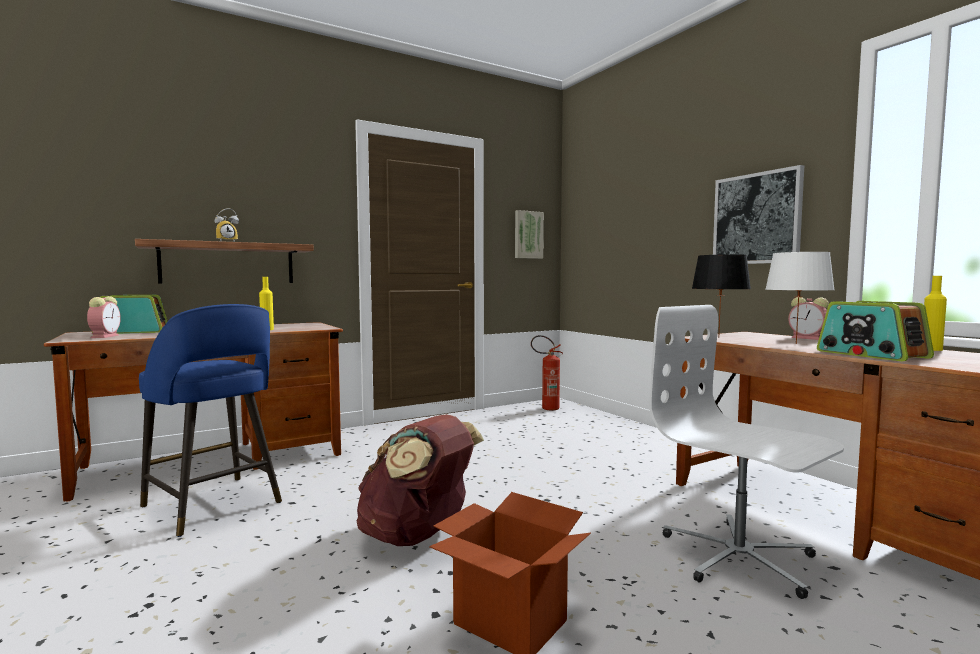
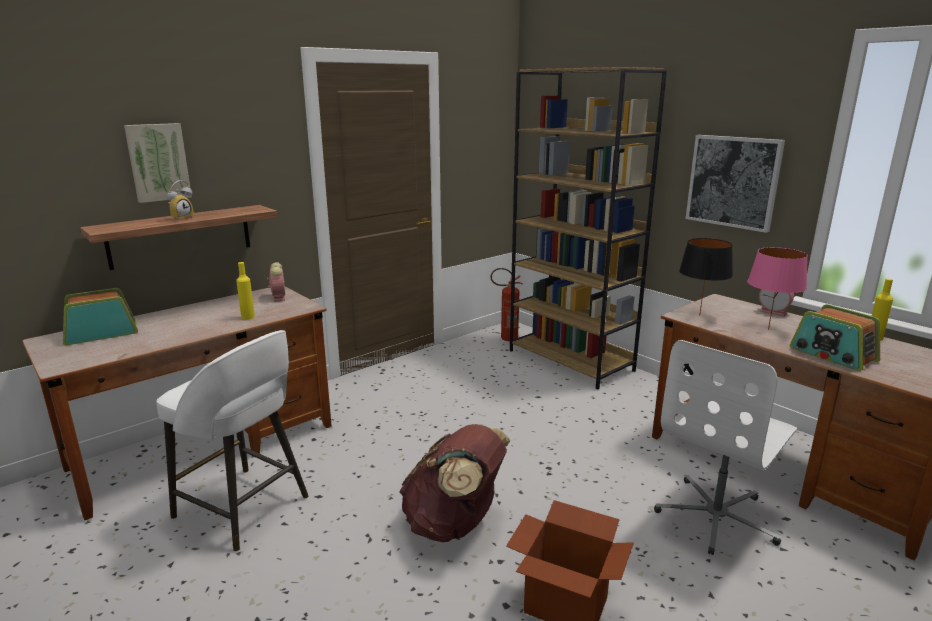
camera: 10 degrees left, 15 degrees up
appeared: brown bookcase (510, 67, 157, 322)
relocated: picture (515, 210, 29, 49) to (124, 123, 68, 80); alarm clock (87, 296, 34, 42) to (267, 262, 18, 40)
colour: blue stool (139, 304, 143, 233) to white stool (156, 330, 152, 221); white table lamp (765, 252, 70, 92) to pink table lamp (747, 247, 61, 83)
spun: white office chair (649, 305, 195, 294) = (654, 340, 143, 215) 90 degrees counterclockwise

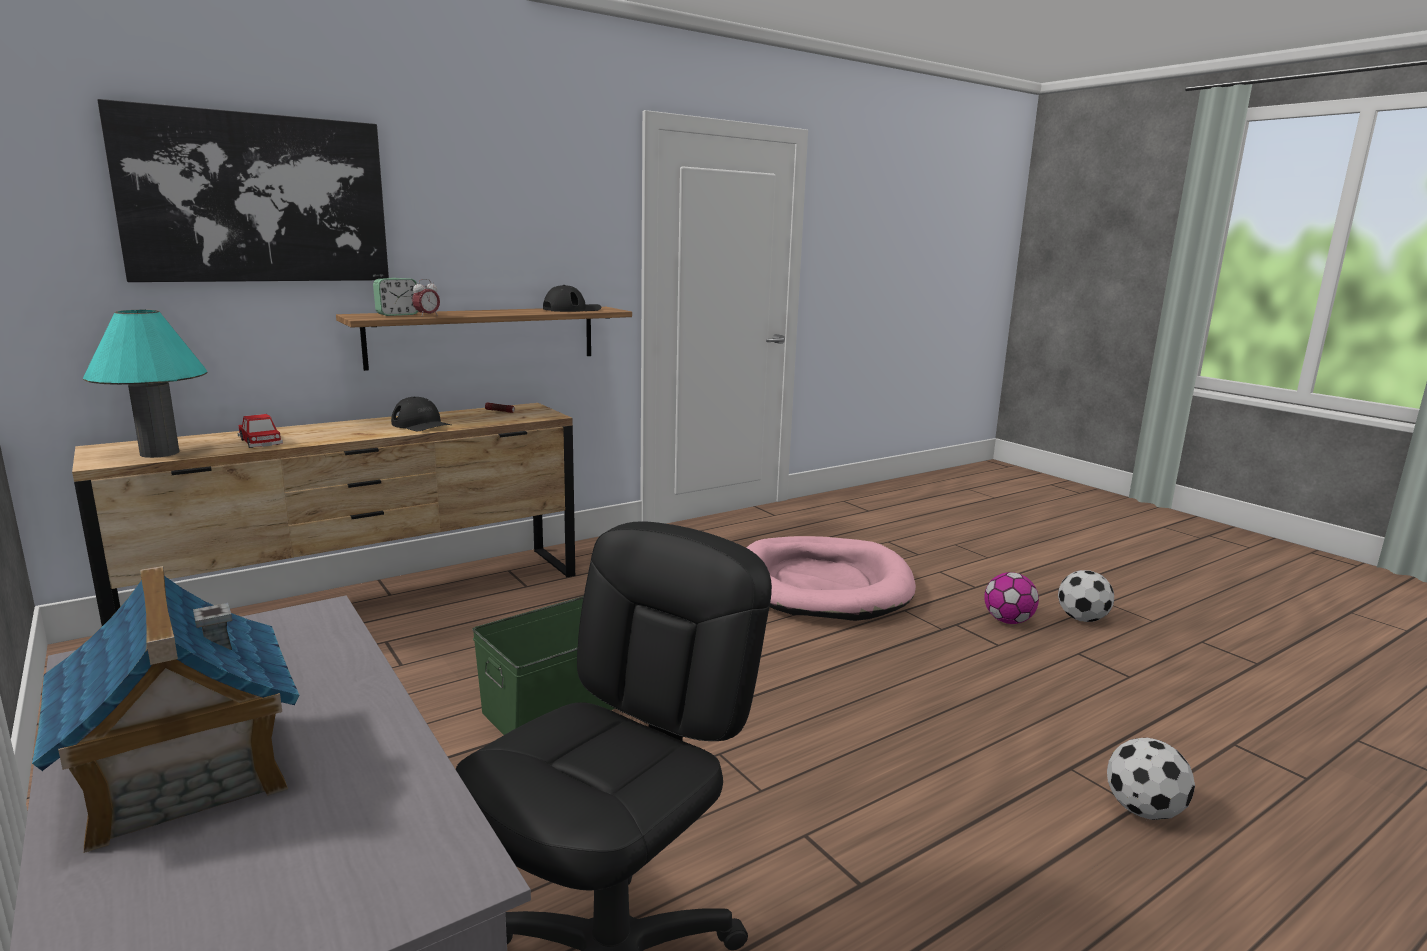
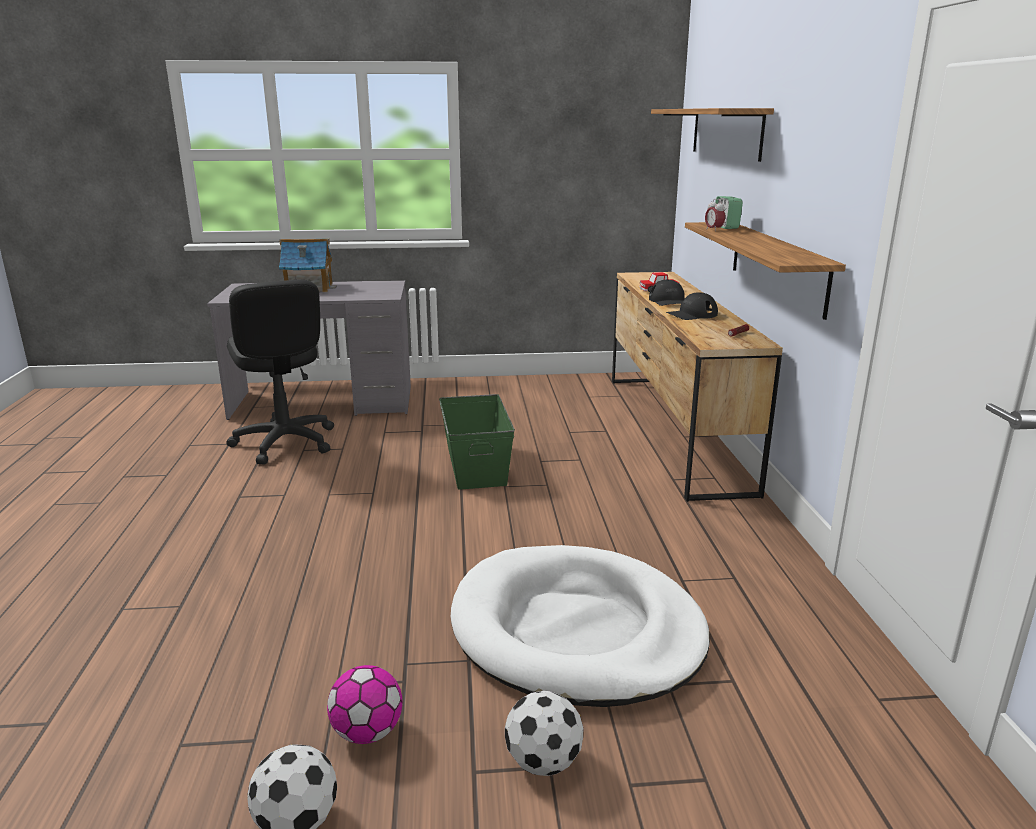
camera: 120 degrees right, 5 degrees up
missing: turquoise table lamp (83, 310, 124, 148)
relocated: football (1107, 738, 88, 82) to (505, 691, 79, 85); black cap (543, 285, 58, 27) to (649, 280, 36, 26)
exchanged: picture (97, 99, 292, 183) to shelf (651, 108, 123, 54)
colour: pink dog bed (746, 536, 170, 85) to white dog bed (451, 545, 259, 162)

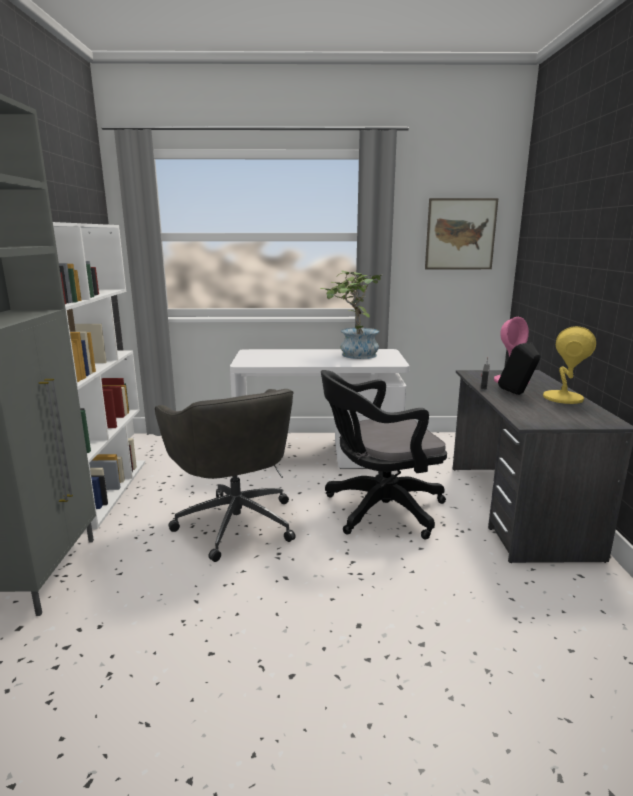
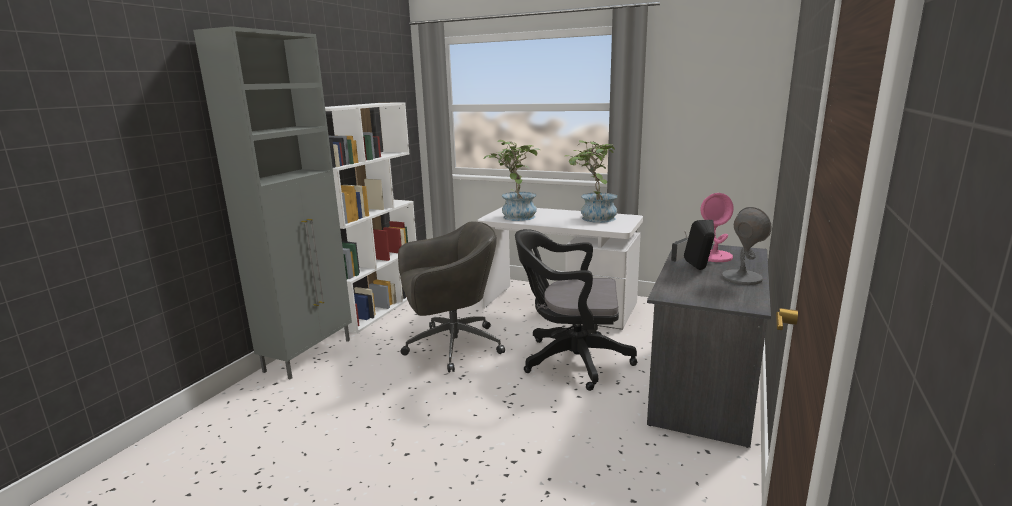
camera: 25 degrees right, 0 degrees up
missing: picture (425, 198, 73, 71)
appeared: potted plant (484, 140, 56, 81)
colour: yellow table lamp (543, 326, 53, 78) to grey table lamp (722, 207, 50, 78)
spun: grey office chair (155, 389, 141, 173) = (398, 221, 107, 151) 105 degrees counterclockwise

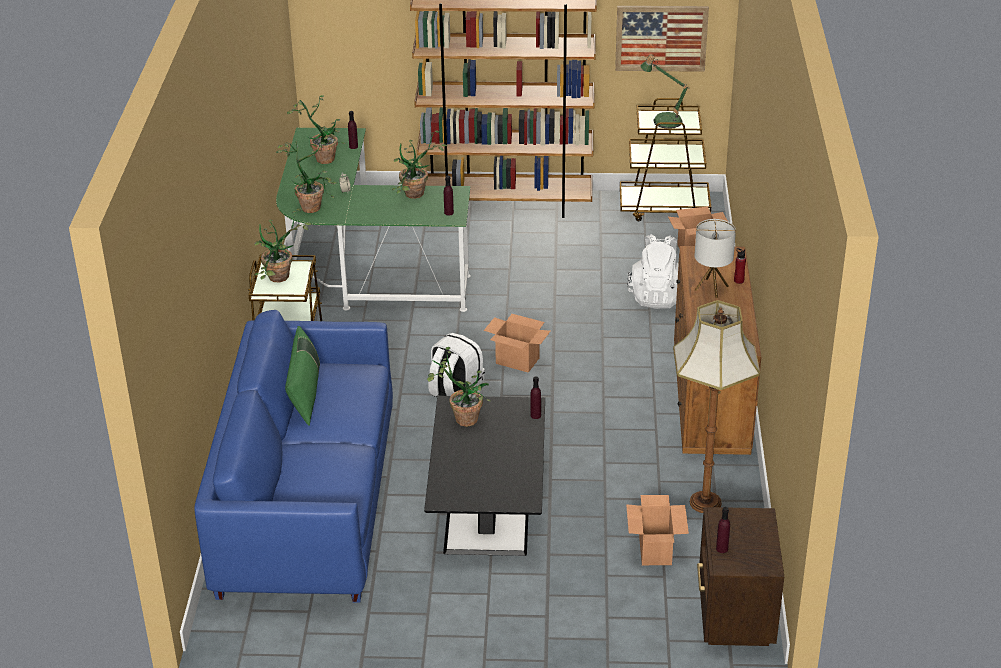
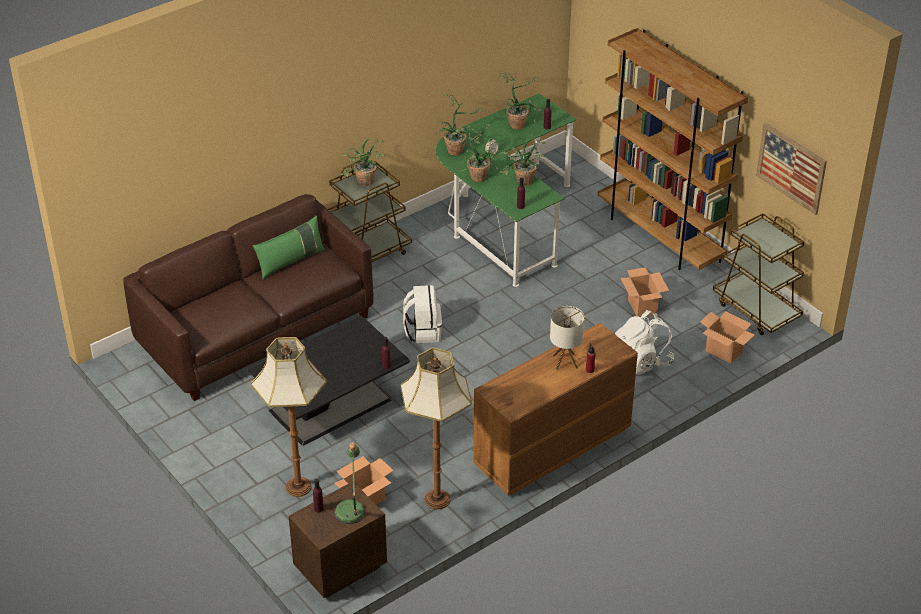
camera: 50 degrees right, 5 degrees up
appeared: floor lamp (251, 337, 76, 160)
relocated: table lamp (641, 54, 49, 74) to (334, 443, 31, 81); potted plant (427, 347, 64, 80) to (452, 124, 47, 58); cardboard box (484, 314, 67, 59) to (621, 267, 48, 50)
colour: blue sofa (194, 310, 199, 293) to brown sofa (123, 194, 251, 207)

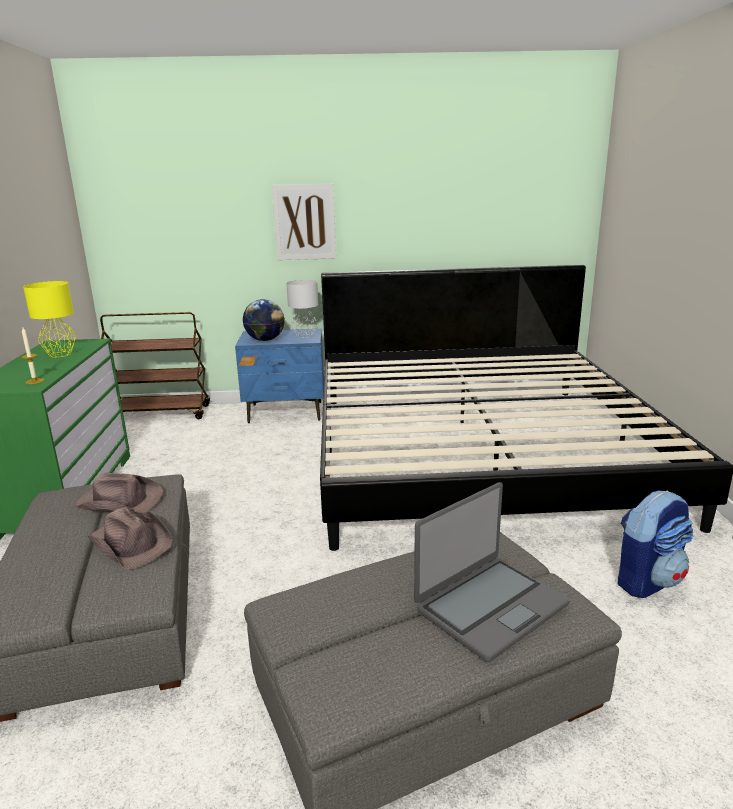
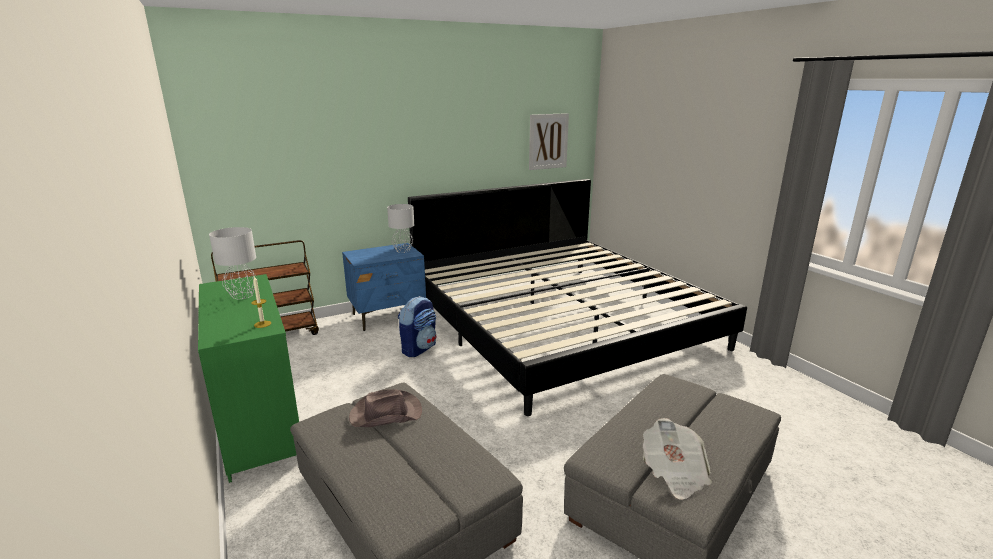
camera: 25 degrees left, 0 degrees up
missing: brown hat (87, 507, 86, 62); globe (243, 299, 42, 42); laptop (414, 482, 155, 180)
appeared: newspaper (643, 418, 69, 82)
relocated: backpack (618, 490, 76, 108) to (398, 296, 38, 61); picture (272, 183, 64, 77) to (529, 113, 40, 57)
colour: yellow table lamp (23, 281, 53, 76) to grey table lamp (209, 227, 49, 72)

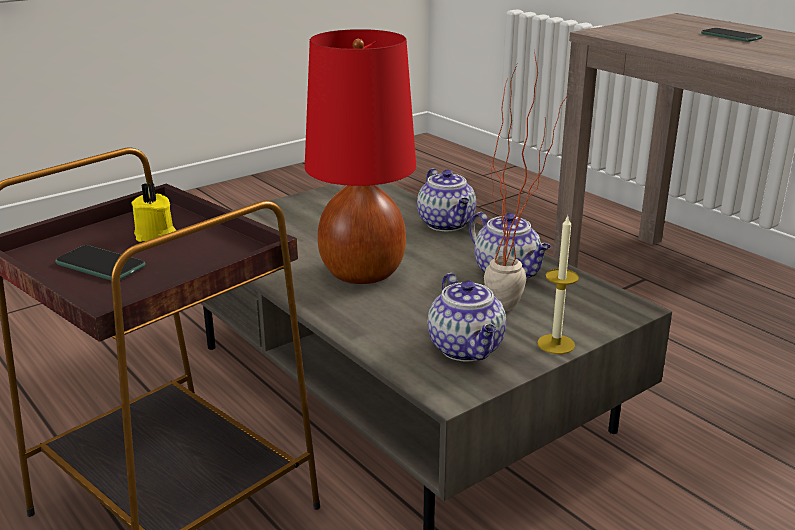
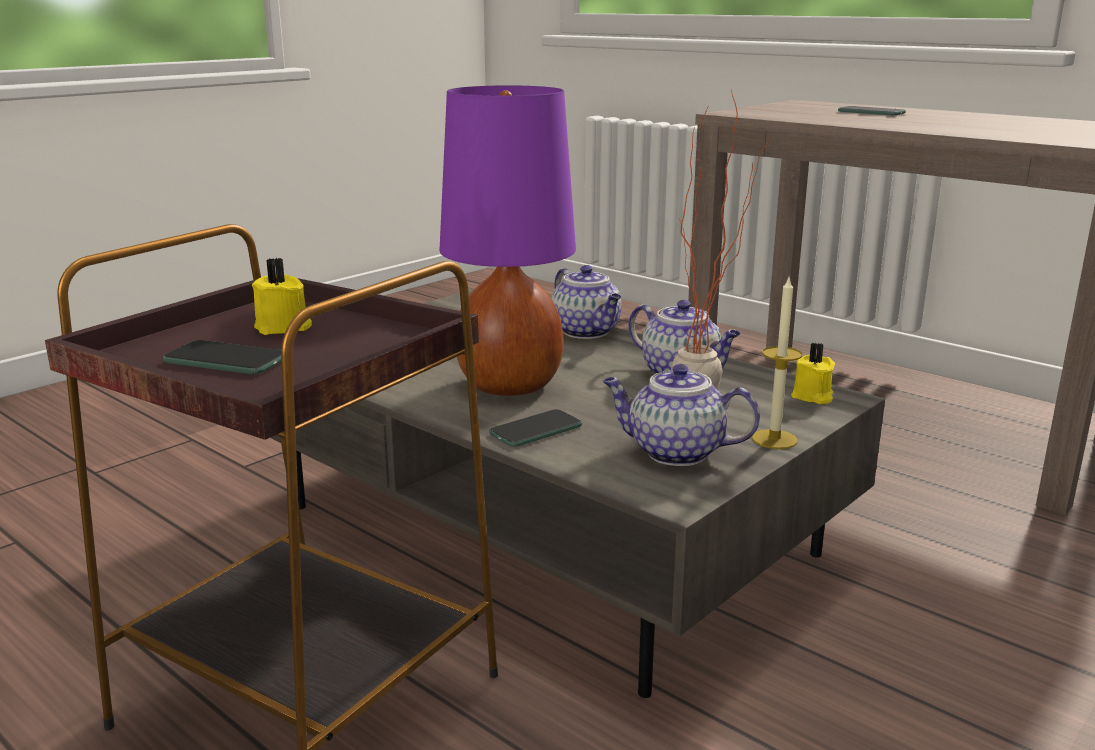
camera: 10 degrees left, 5 degrees down
appeared: phone (489, 409, 93, 38); yellow candle (791, 342, 44, 62)
colour: red table lamp (305, 29, 111, 255) to purple table lamp (440, 85, 136, 311)
spun: teapot (428, 273, 78, 88) = (603, 364, 157, 102) 135 degrees clockwise

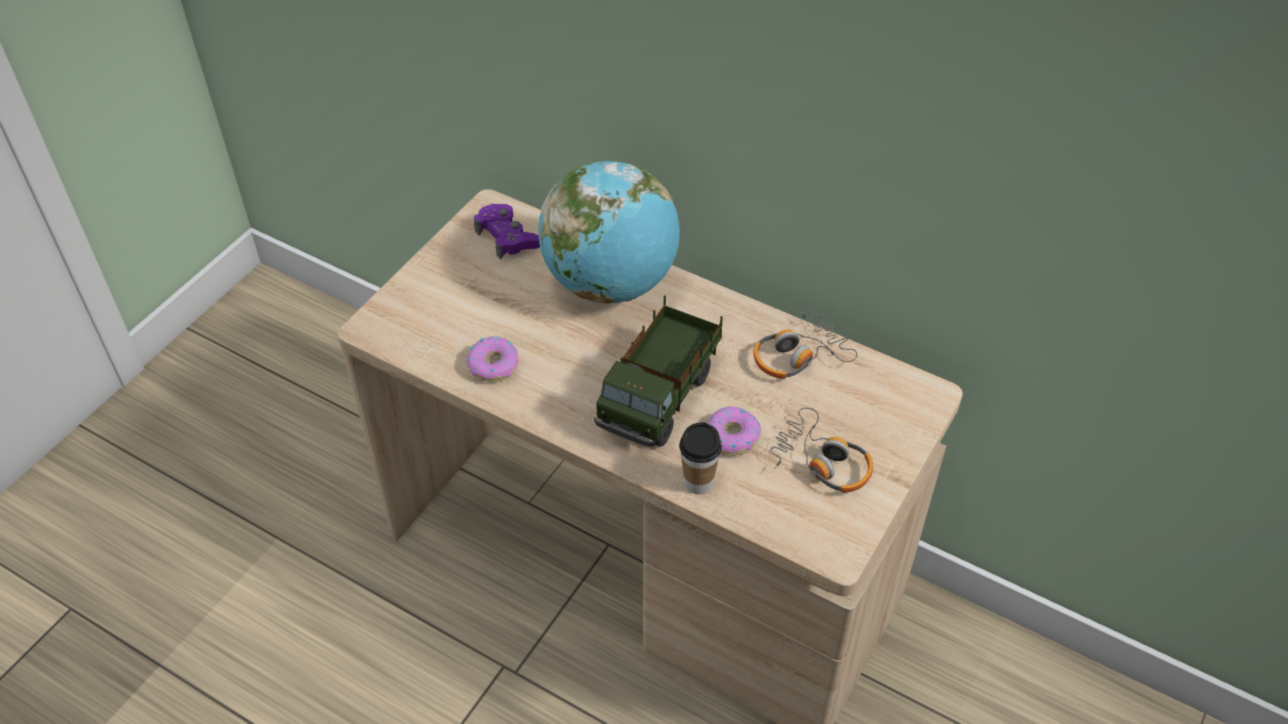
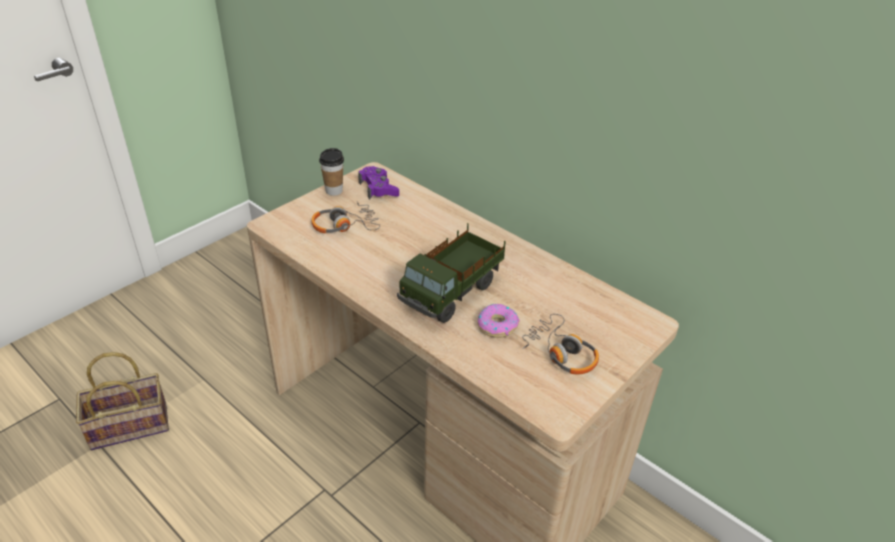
camera: 10 degrees right, 10 degrees down
missing: donut (467, 336, 51, 46); globe (538, 161, 142, 143)
appeared: basket (76, 352, 93, 98)
relocated: headphones (753, 311, 104, 68) to (312, 202, 68, 31); cup (679, 422, 43, 72) to (319, 148, 25, 48)

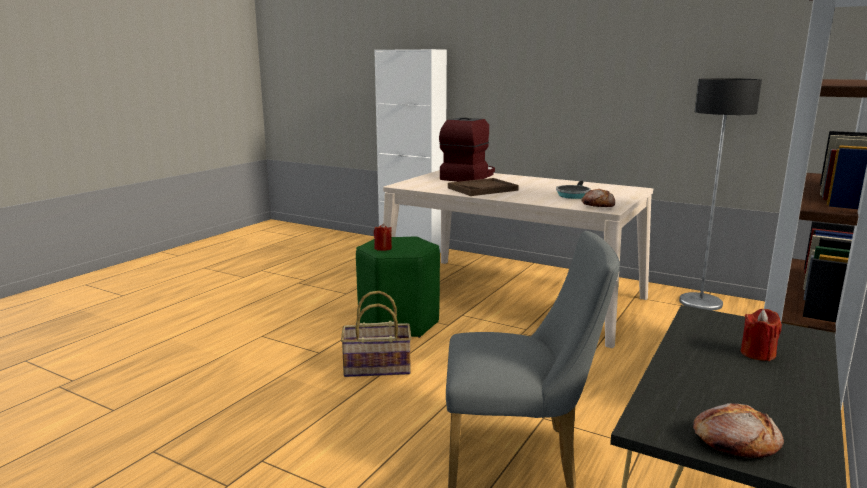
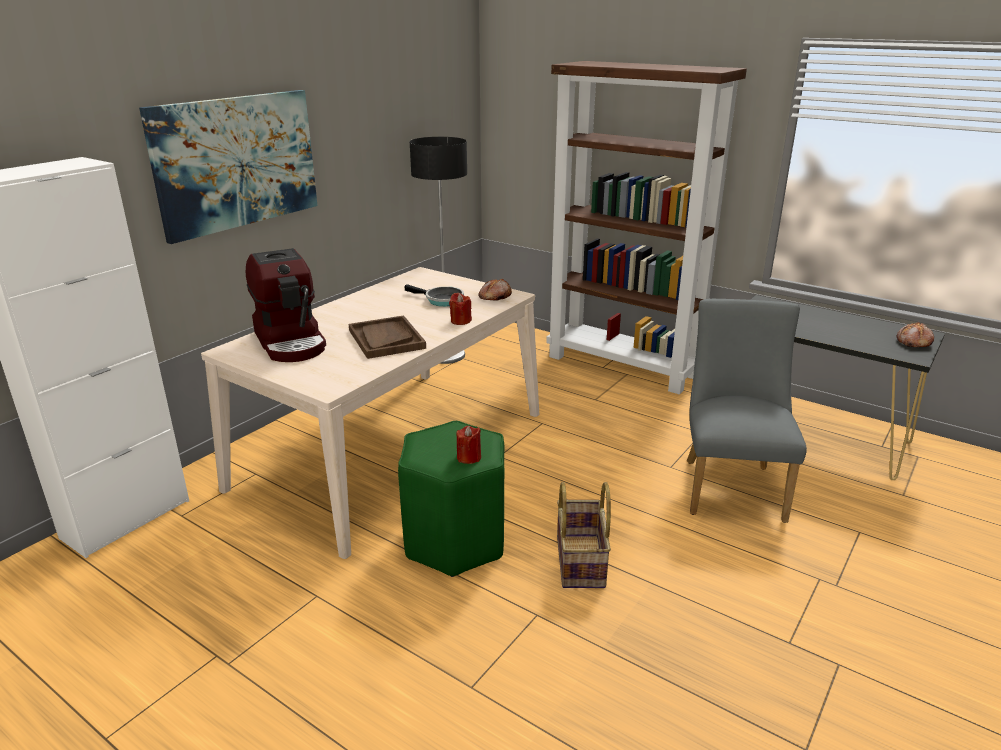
camera: 85 degrees left, 10 degrees up
appeared: picture (139, 90, 179, 154)
relocated: red candle (741, 309, 41, 52) to (449, 293, 23, 32)
spun: coffee machine (439, 118, 56, 64) = (246, 248, 80, 114) 150 degrees counterclockwise

